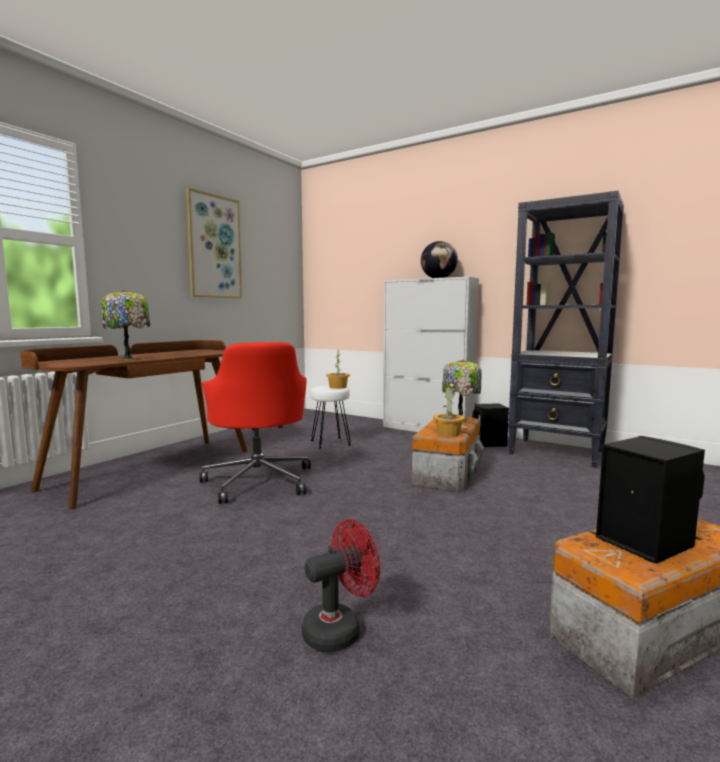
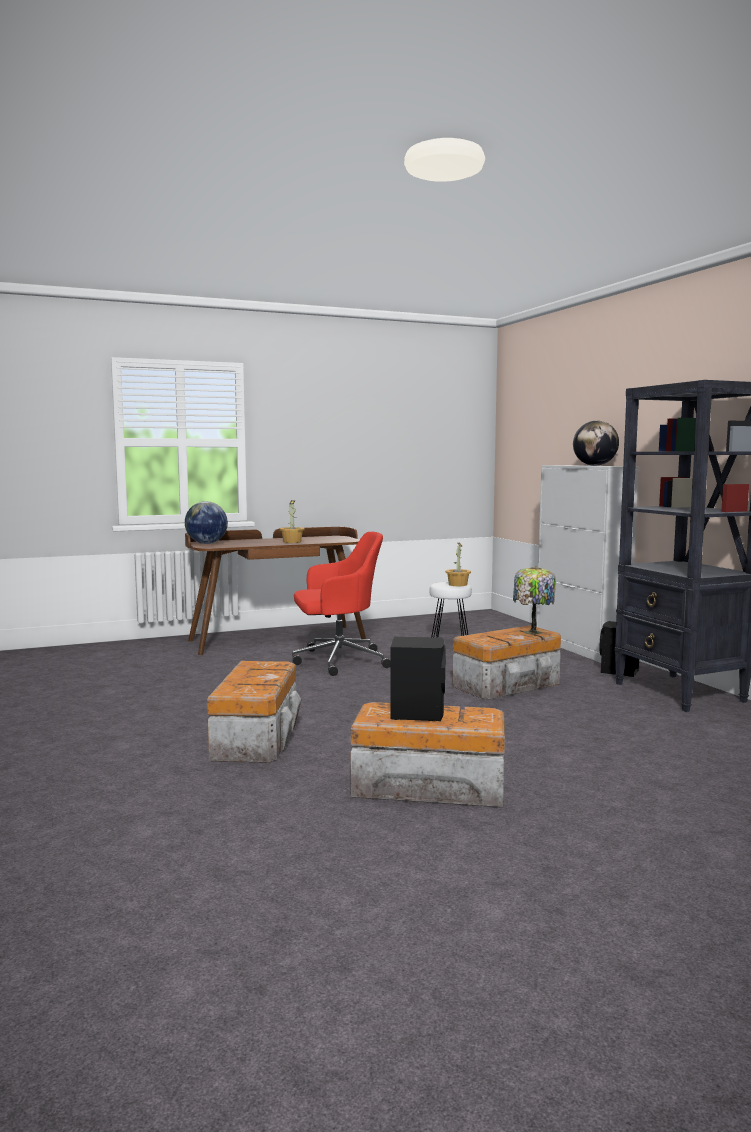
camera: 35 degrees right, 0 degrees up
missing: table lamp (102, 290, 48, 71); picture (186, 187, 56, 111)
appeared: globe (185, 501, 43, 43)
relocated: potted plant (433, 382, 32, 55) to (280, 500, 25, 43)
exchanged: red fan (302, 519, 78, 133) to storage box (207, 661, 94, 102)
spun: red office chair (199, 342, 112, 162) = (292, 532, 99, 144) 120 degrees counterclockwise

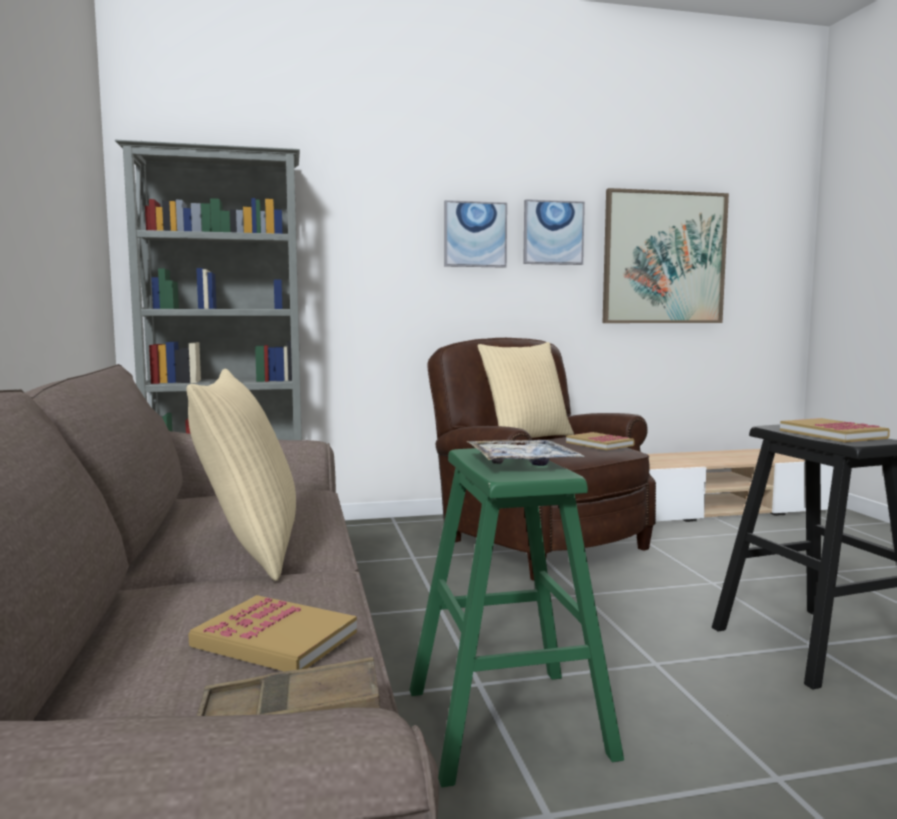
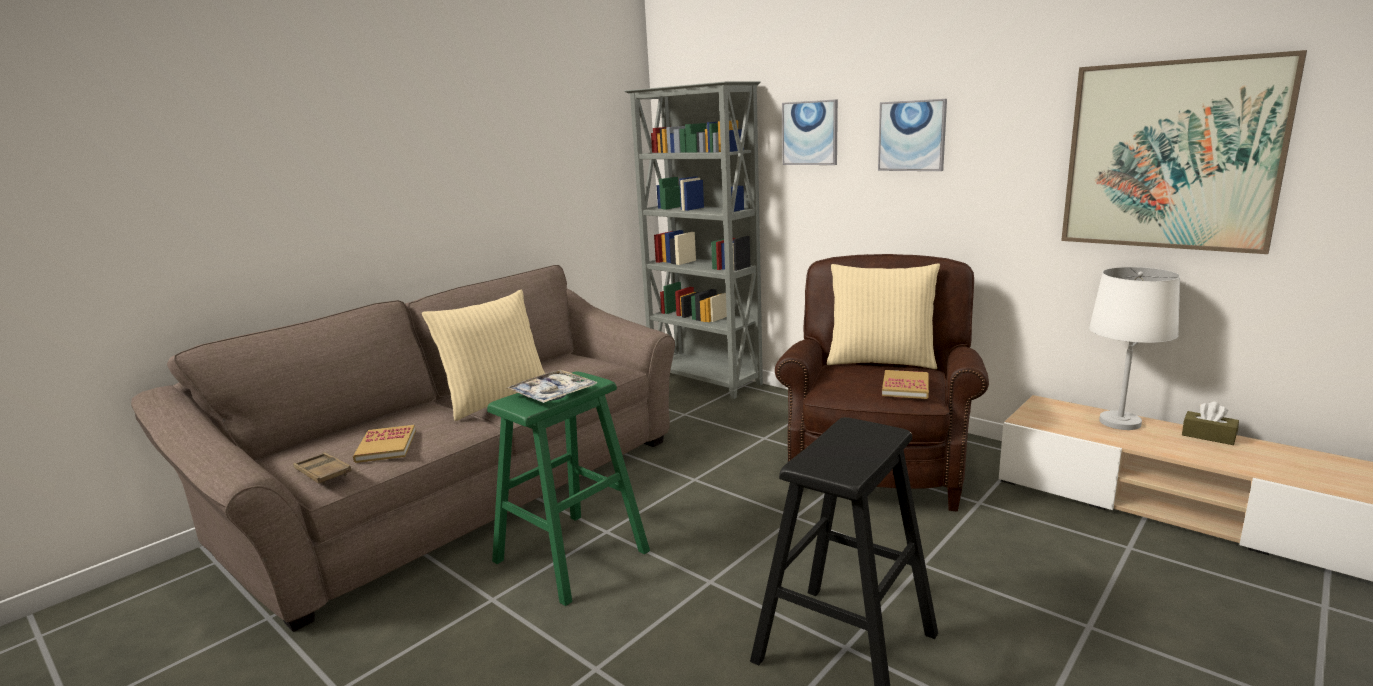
camera: 55 degrees right, 10 degrees up
missing: book (780, 418, 110, 25)
appeared: white table lamp (1089, 267, 91, 163); brown tissue box (1182, 402, 57, 43)
relocated: picture (523, 199, 62, 66) to (782, 99, 56, 66)

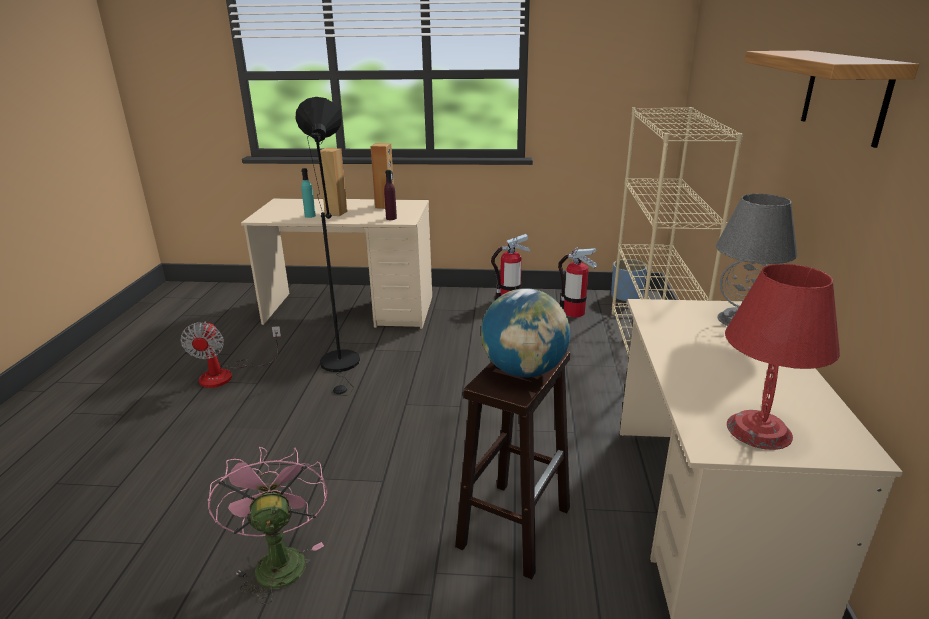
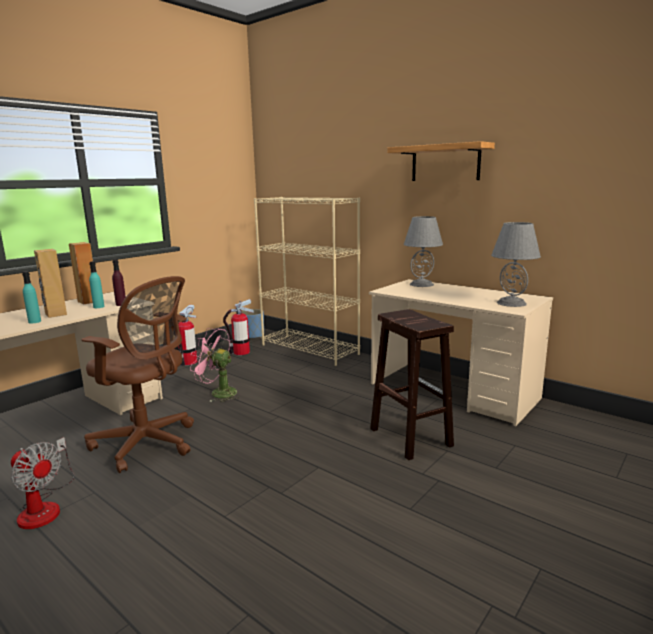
camera: 55 degrees left, 10 degrees down
missing: globe (481, 288, 89, 89)
appeared: turquoise bottle (89, 261, 15, 47)
relocated: pink fan (208, 447, 120, 157) to (190, 328, 48, 74)
exchanged: black floor lamp (295, 97, 65, 299) to brown office chair (81, 276, 113, 197)
colour: red table lamp (725, 264, 115, 186) to grey table lamp (491, 222, 50, 85)

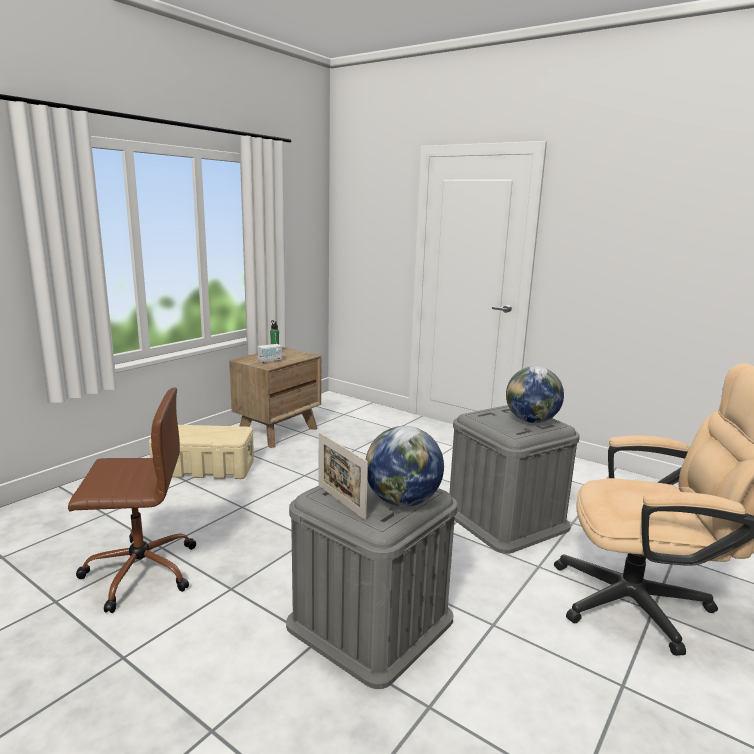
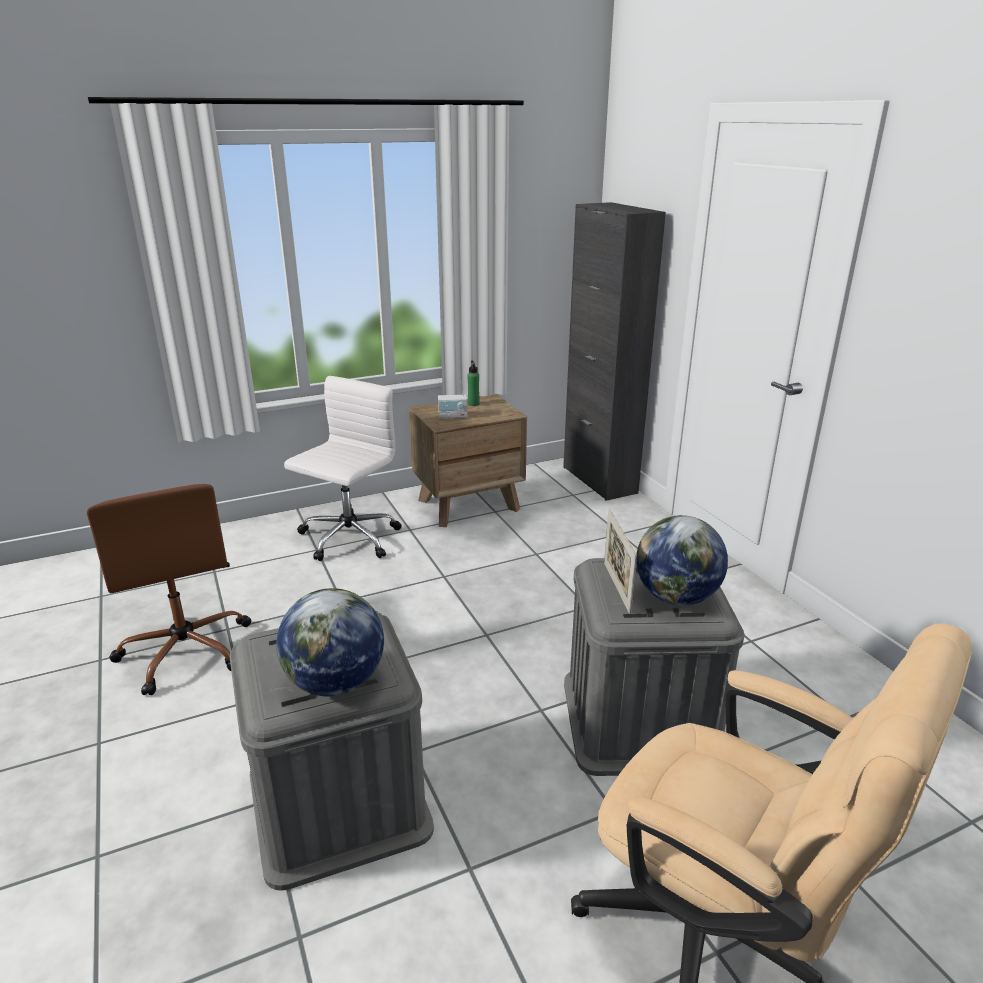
camera: 30 degrees right, 10 degrees up
appeared: black cabinet (563, 202, 103, 299)
relocated: picture frame (319, 432, 49, 88) to (604, 508, 33, 106)
exchanged: beige storage box (149, 425, 105, 54) to white office chair (284, 376, 117, 185)
spun: brown office chair (68, 387, 128, 226) = (87, 484, 164, 211) 45 degrees clockwise

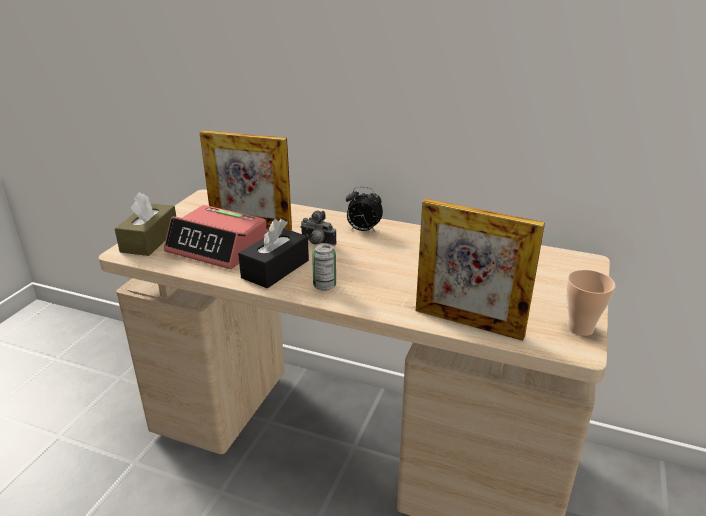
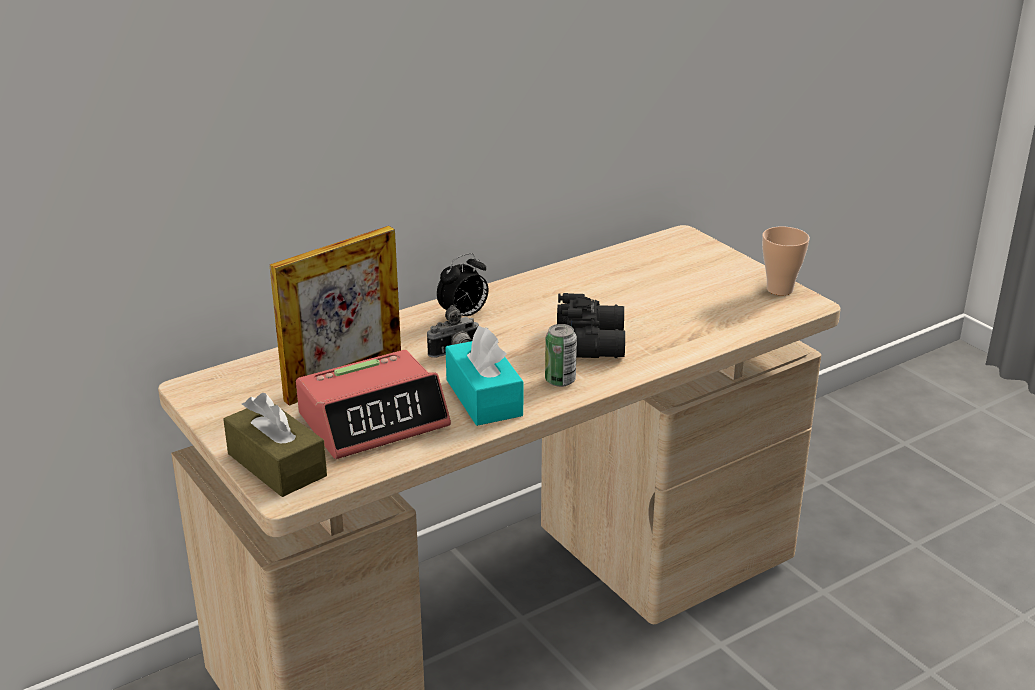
camera: 55 degrees left, 0 degrees up
missing: picture frame (416, 199, 129, 142)
appeared: black binoculars (557, 293, 68, 65)
colour: black tissue box (238, 219, 71, 69) to turquoise tissue box (445, 326, 78, 100)

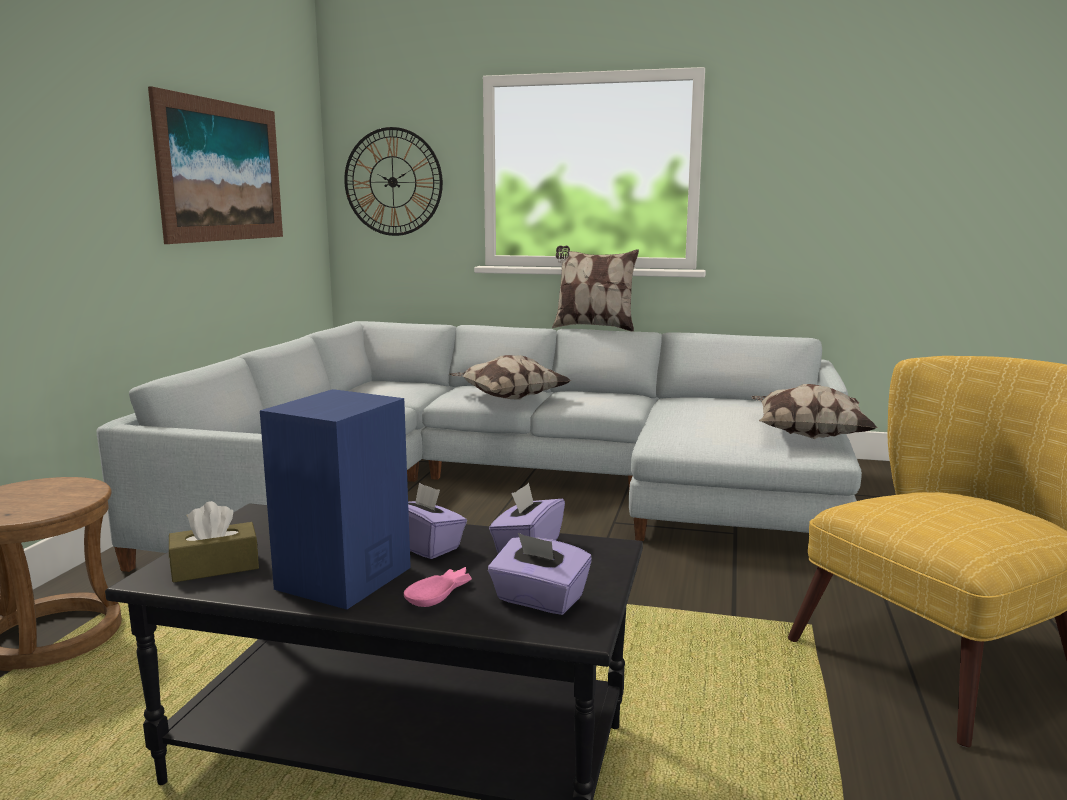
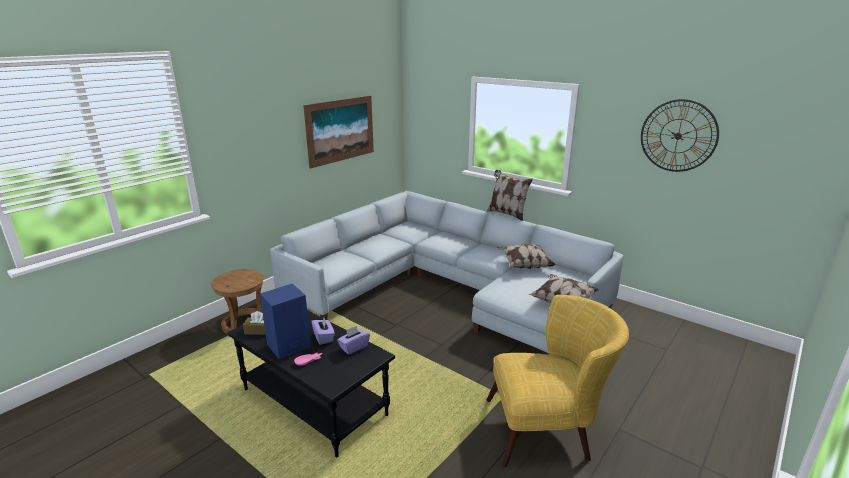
camera: 25 degrees right, 10 degrees up
missing: purple tissue box (488, 533, 104, 82)
relocated: pillow (449, 355, 123, 45) to (497, 244, 59, 25); wall clock (344, 127, 99, 109) to (641, 99, 78, 73)

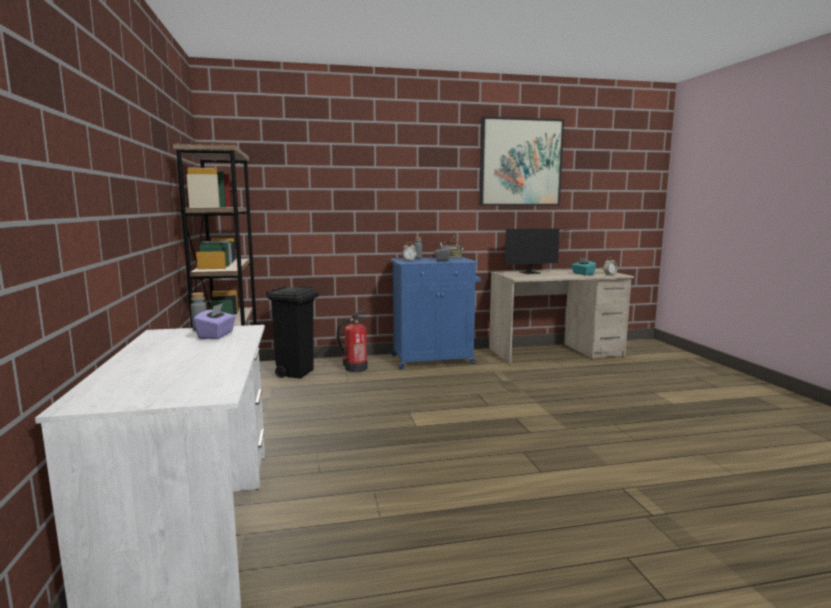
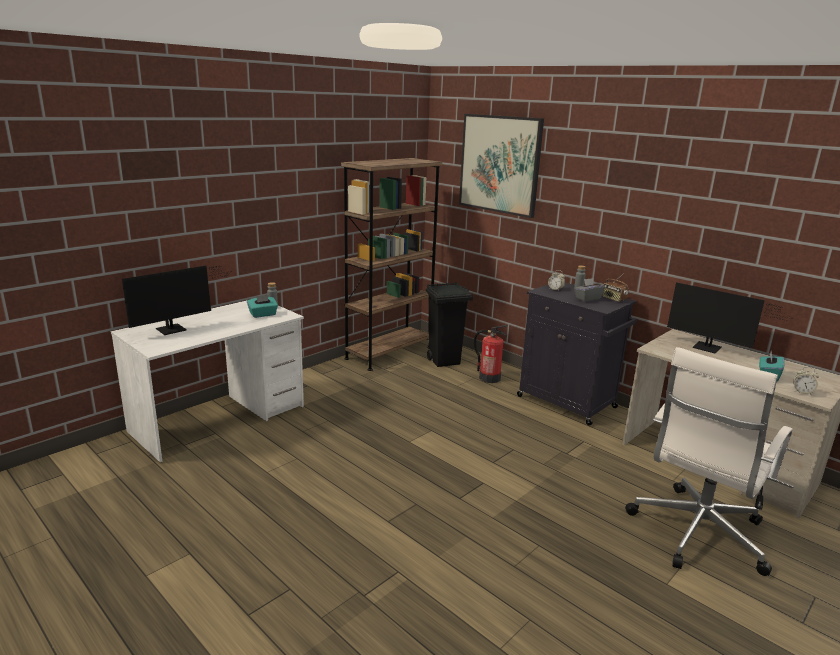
camera: 55 degrees right, 10 degrees up
appeared: monitor (122, 266, 103, 69); white office chair (625, 347, 168, 229)
relocated: picture (479, 116, 85, 90) to (459, 114, 85, 104)
colour: purple tissue box (193, 303, 43, 36) to turquoise tissue box (247, 295, 31, 23); blue cabinet (390, 257, 91, 112) to black cabinet (517, 283, 120, 143)

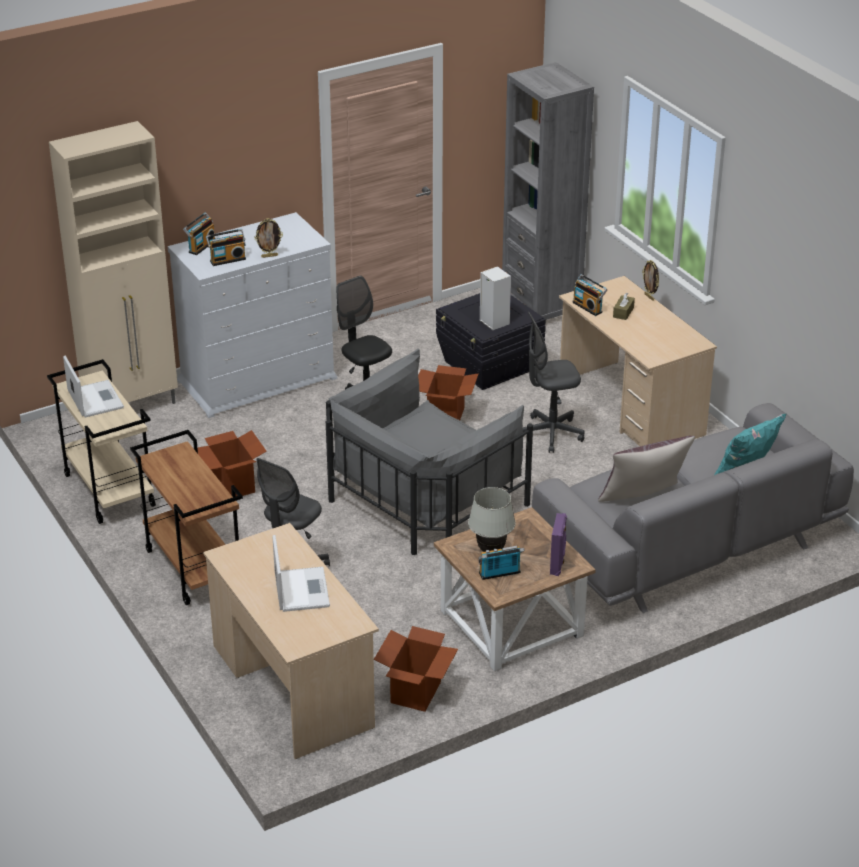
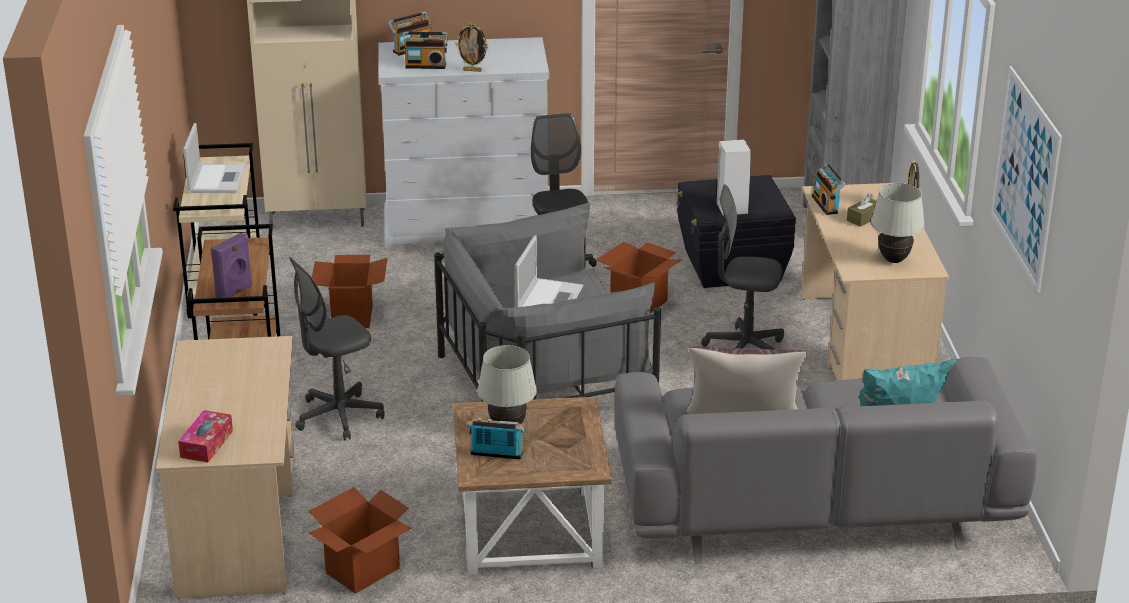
camera: 25 degrees right, 5 degrees down
appeared: tissue box (178, 410, 55, 53); white table lamp (871, 183, 54, 80); picture (991, 66, 71, 227)
relocated: purple speaker (550, 513, 17, 63) to (211, 233, 42, 65); laptop (272, 535, 58, 77) to (515, 235, 68, 72)

